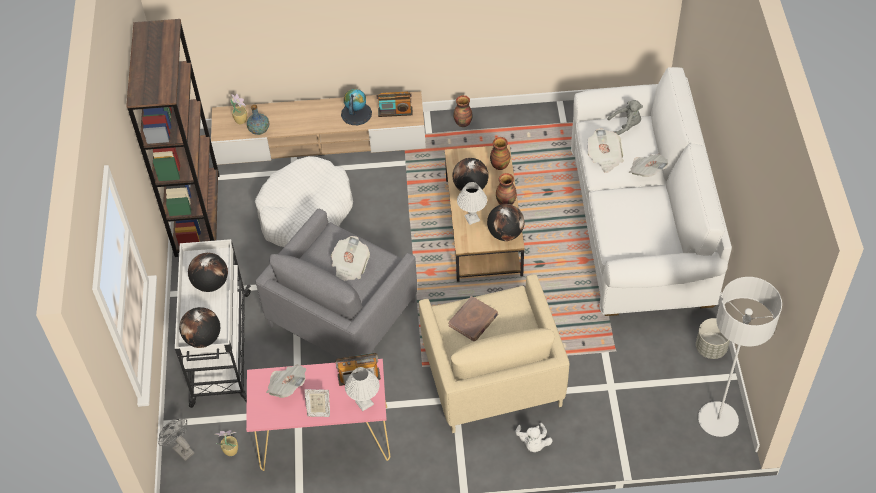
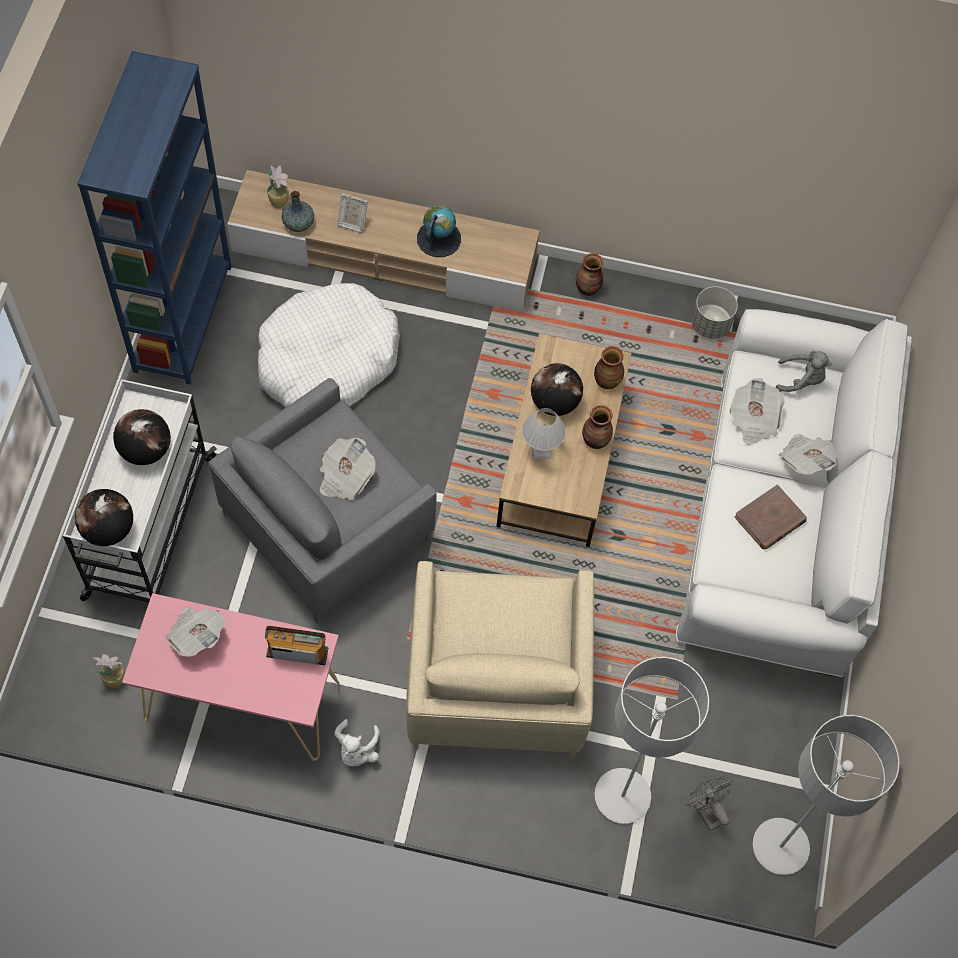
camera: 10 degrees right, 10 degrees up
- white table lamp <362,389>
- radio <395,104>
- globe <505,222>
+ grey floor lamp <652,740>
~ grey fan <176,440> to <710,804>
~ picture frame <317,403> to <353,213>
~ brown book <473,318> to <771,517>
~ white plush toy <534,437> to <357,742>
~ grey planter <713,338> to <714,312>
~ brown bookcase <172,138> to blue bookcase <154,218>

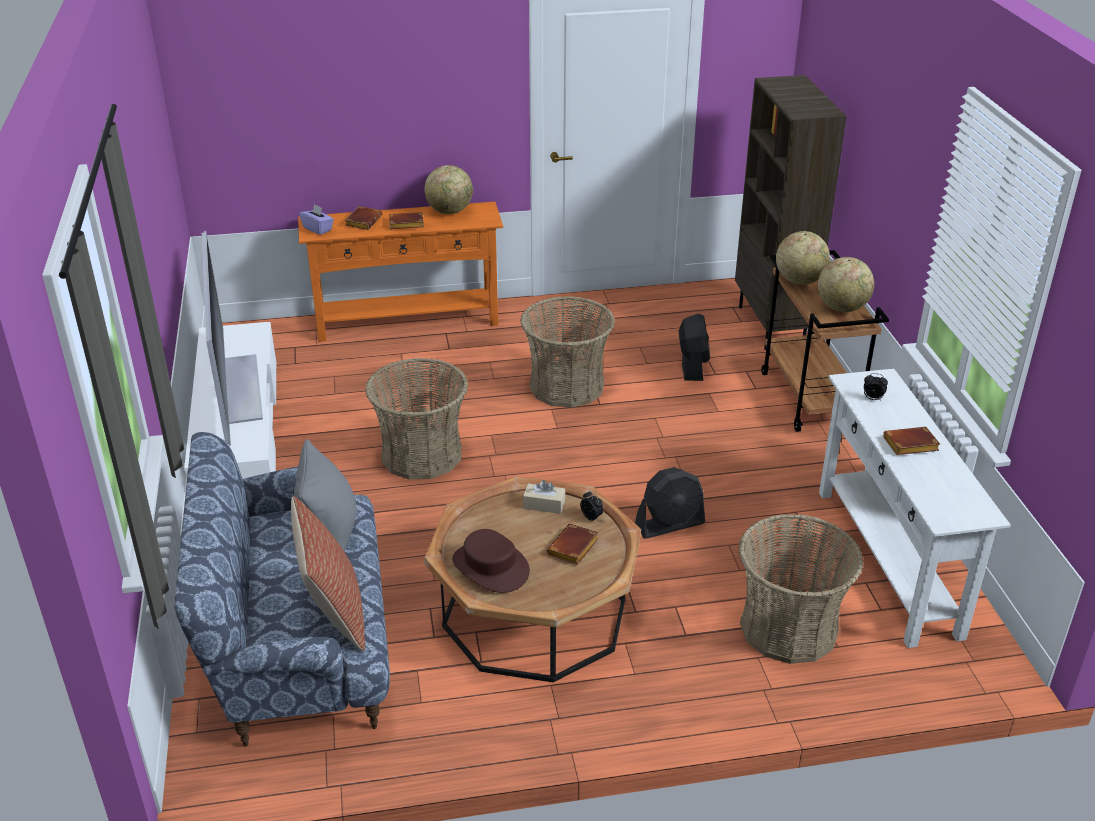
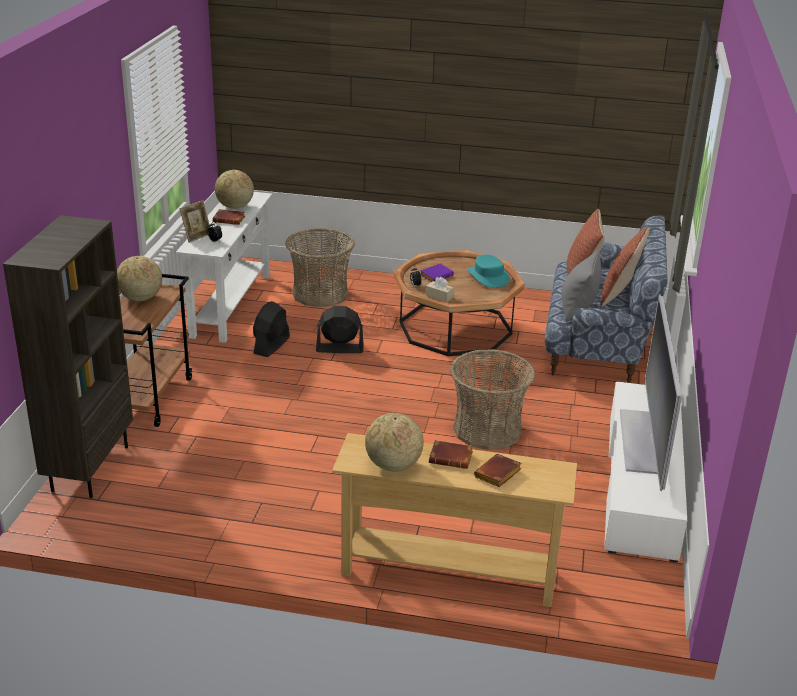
camera: 160 degrees left, 5 degrees down
- purple tissue box <316,219>
- basket <567,352>
+ picture frame <194,221>
+ pillow <625,266>
~ black fan <694,347> to <271,329>
~ globe <803,258> to <234,189>
~ orange console table <400,272> to beige console table <454,520>
~ brown hat <491,561> to turquoise hat <488,271>
~ brown book <572,544> to purple book <437,273>

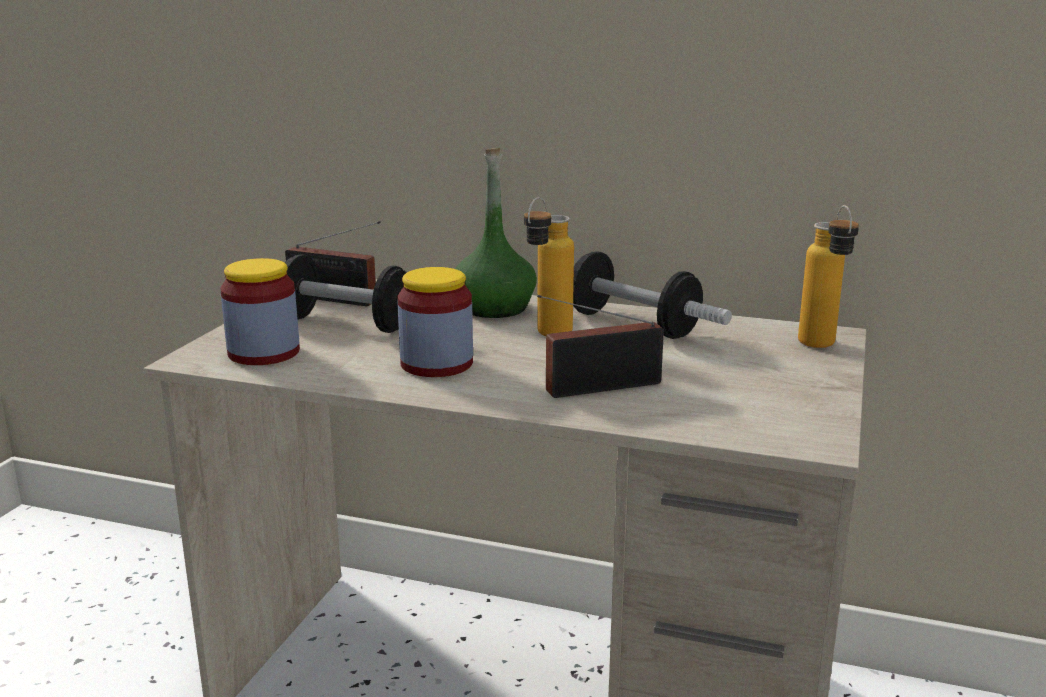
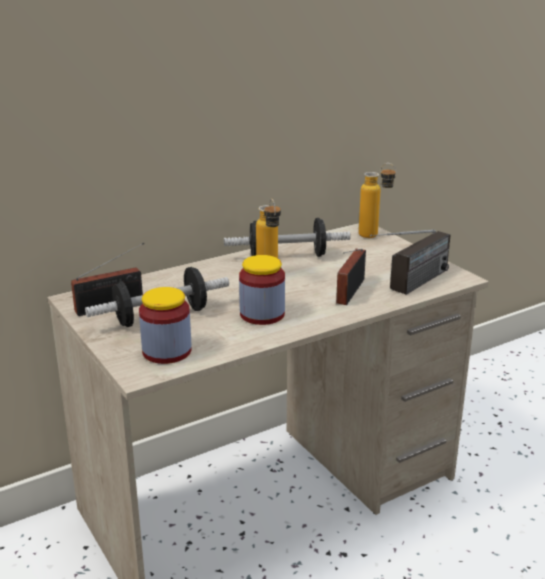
camera: 50 degrees left, 5 degrees up
- green bottle <496,233>
+ radio <410,262>

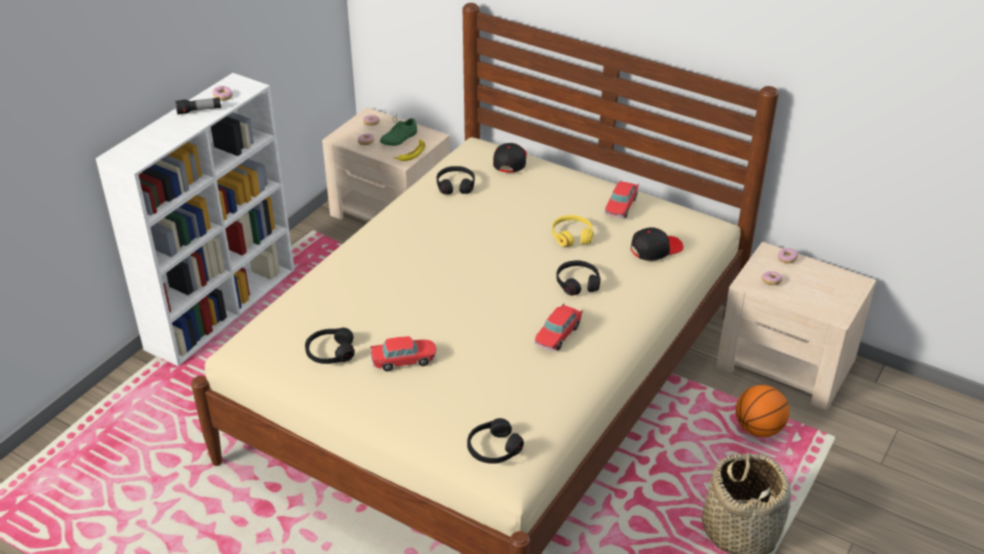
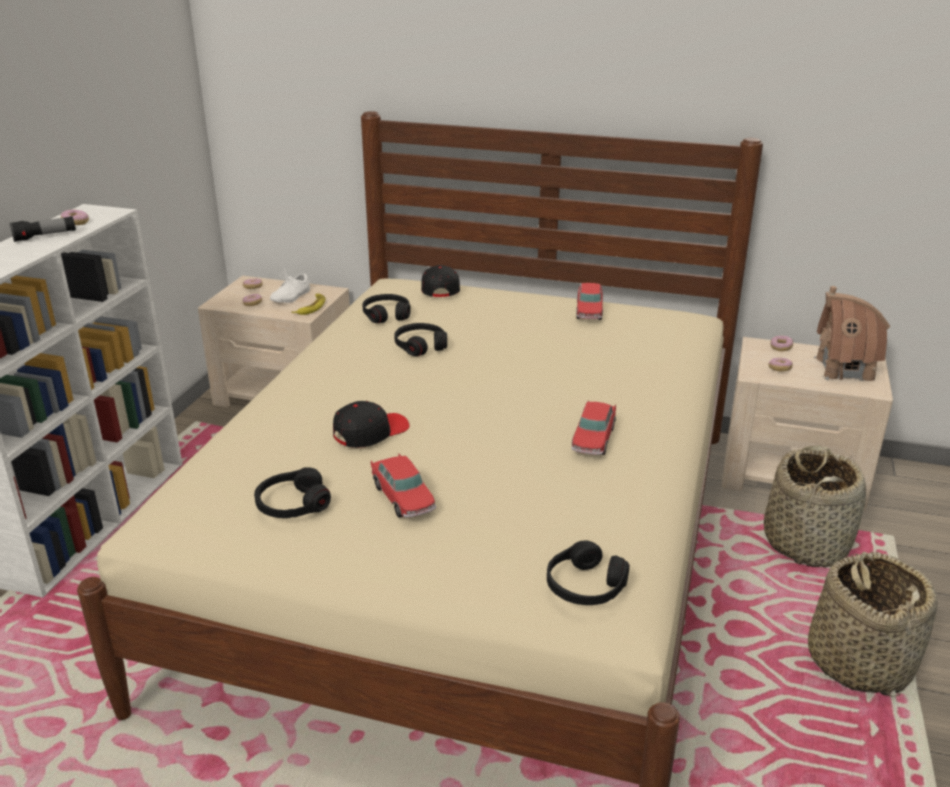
camera: 15 degrees left, 10 degrees down
- yellow headphones <572,231>
+ toy house <852,333>
~ black headphones <578,278> to <420,339>
~ black cap <657,244> to <371,424>
~ basketball <762,411> to basket <815,506>
~ green shoe <398,130> to white shoe <290,285>
~ toy car <403,353> = <403,486> 90 degrees clockwise

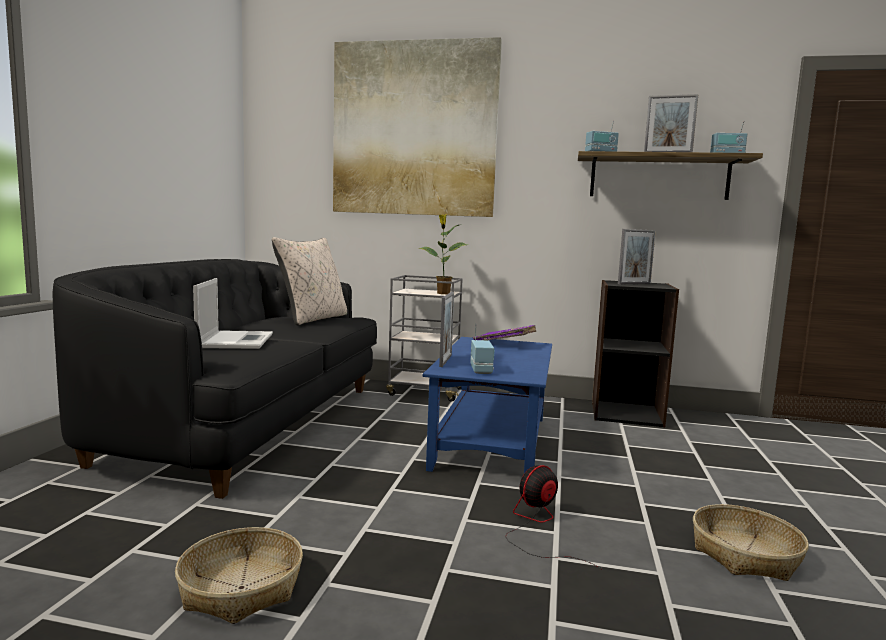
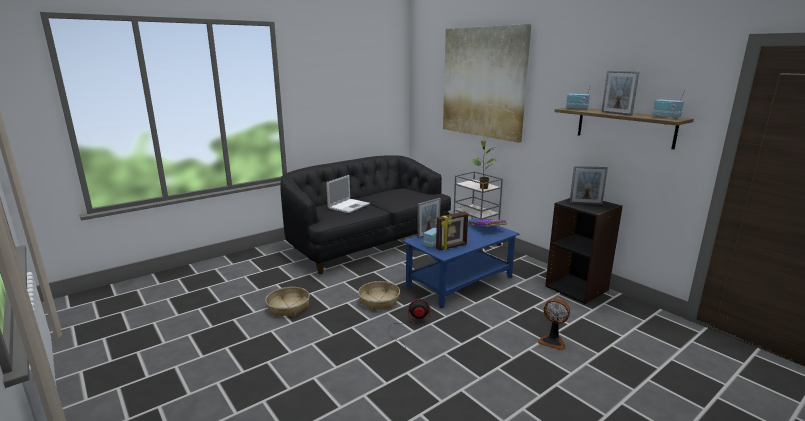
camera: 40 degrees right, 10 degrees up
- beige pillow <309,281>
+ picture frame <452,231>
+ fan <553,324>
~ basket <751,542> to <379,296>

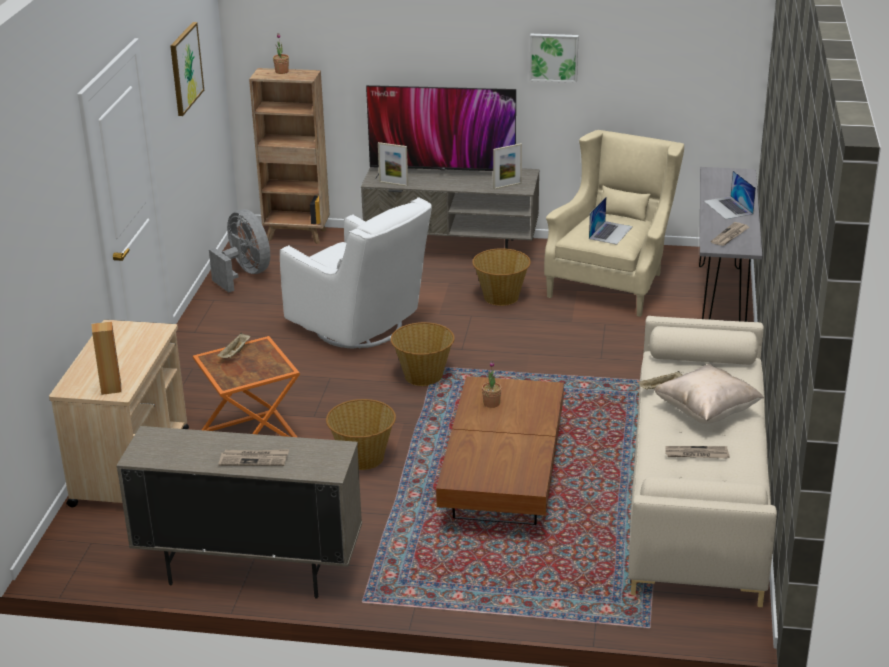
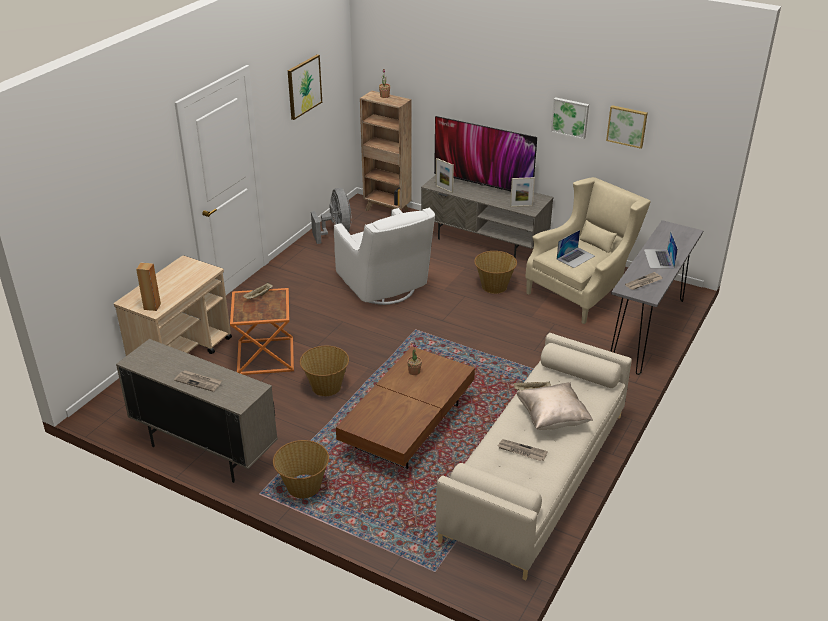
camera: 20 degrees right, 5 degrees up
+ picture <627,127>
~ basket <423,354> to <301,469>

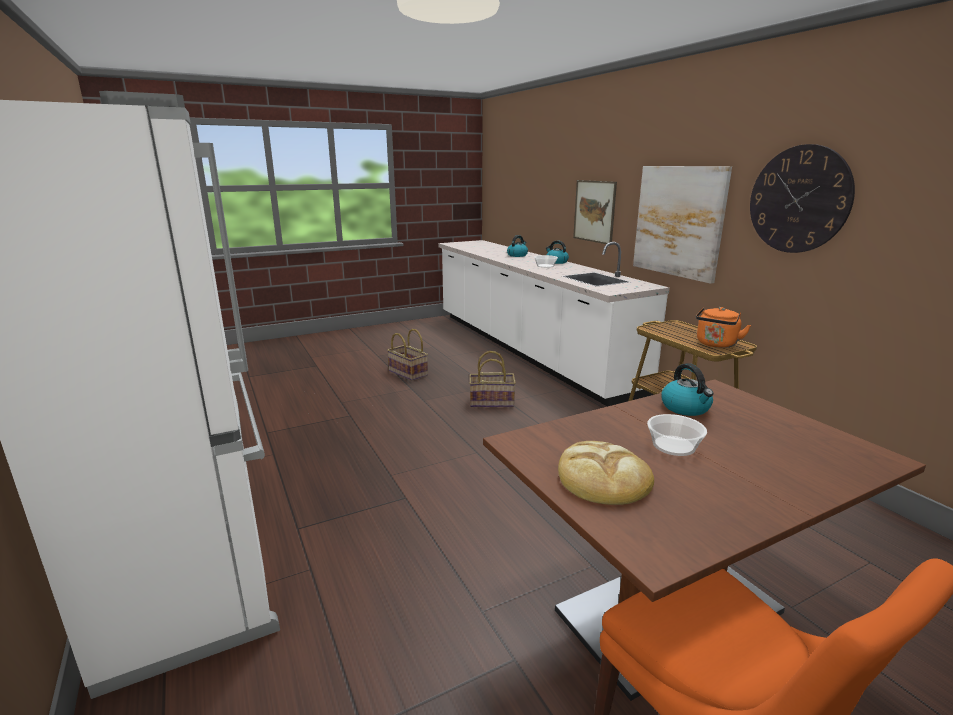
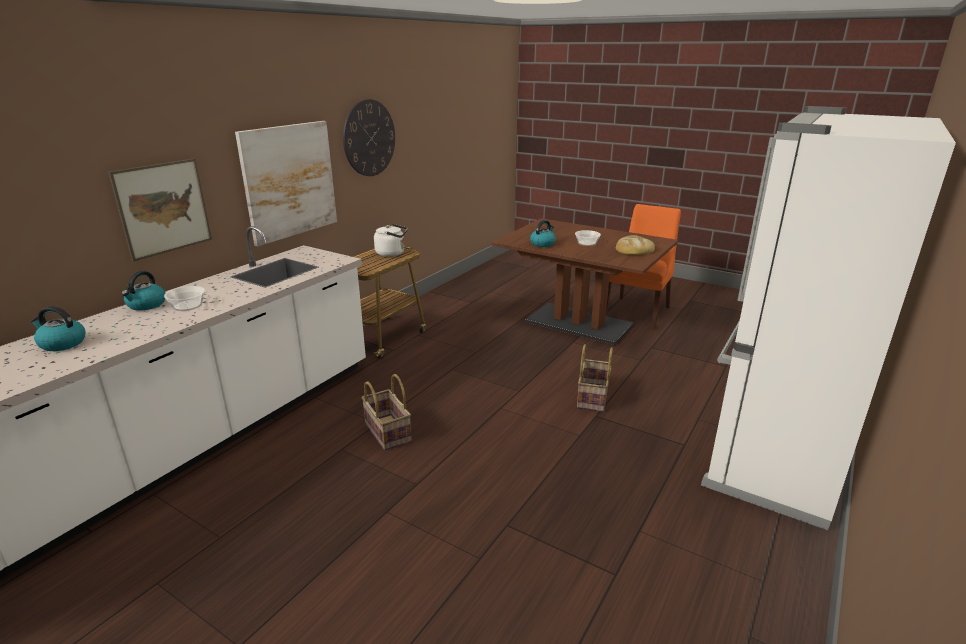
camera: 120 degrees left, 5 degrees up
~ basket <407,355> to <595,378>
~ orange kettle <723,327> to white kettle <391,240>

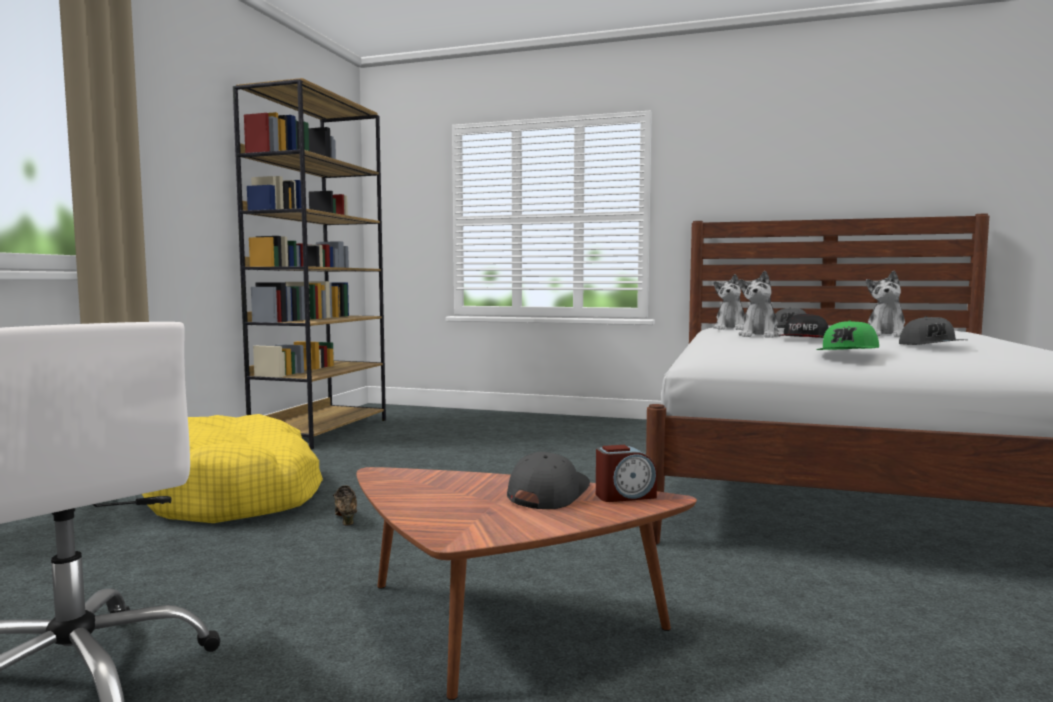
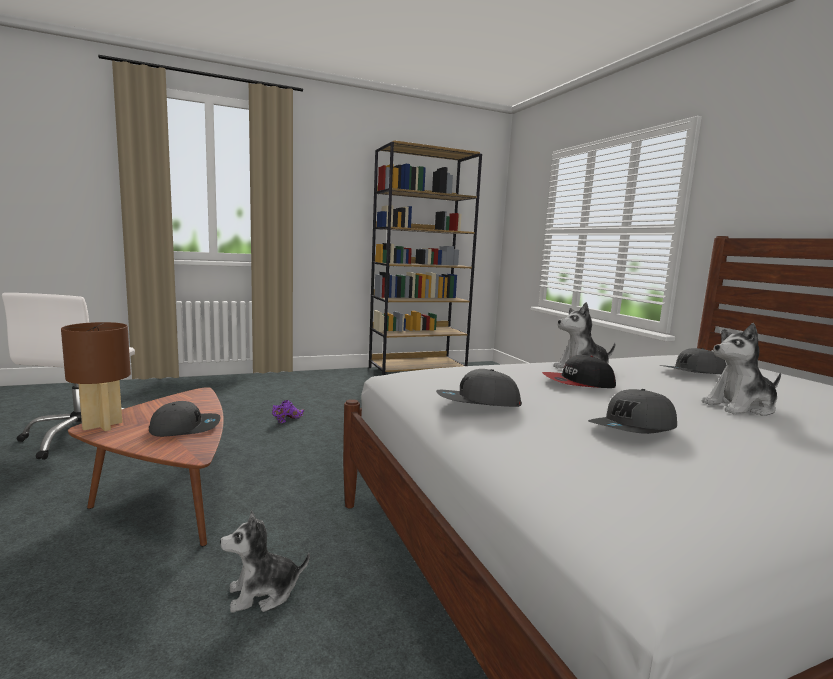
camera: 50 degrees right, 5 degrees up
- yellow dog bed <232,468>
- alarm clock <626,473>
+ brown table lamp <96,376>
~ plush toy <729,302> to <265,562>
~ brown shoe <345,505> to purple shoe <288,411>
~ green cap <847,335> to grey cap <479,388>

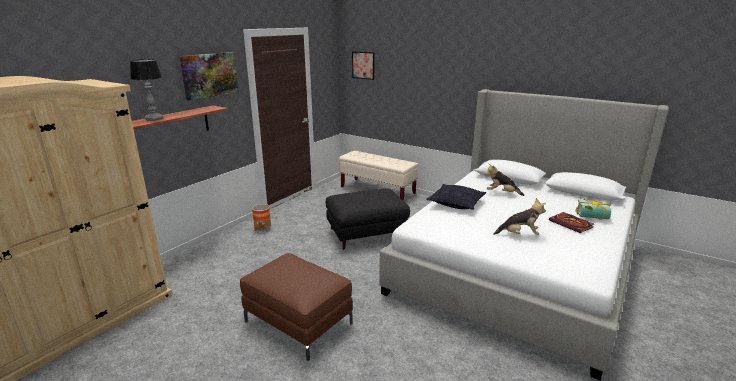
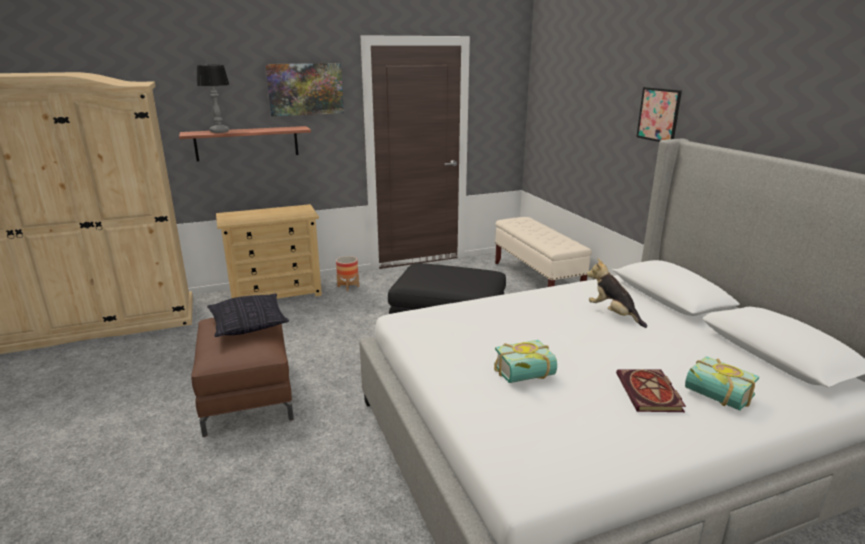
camera: 35 degrees right, 0 degrees up
+ beige dresser <269,251>
~ picture <363,65> to <659,114>
~ pillow <456,197> to <248,315>
~ plush toy <519,216> to book <525,361>

